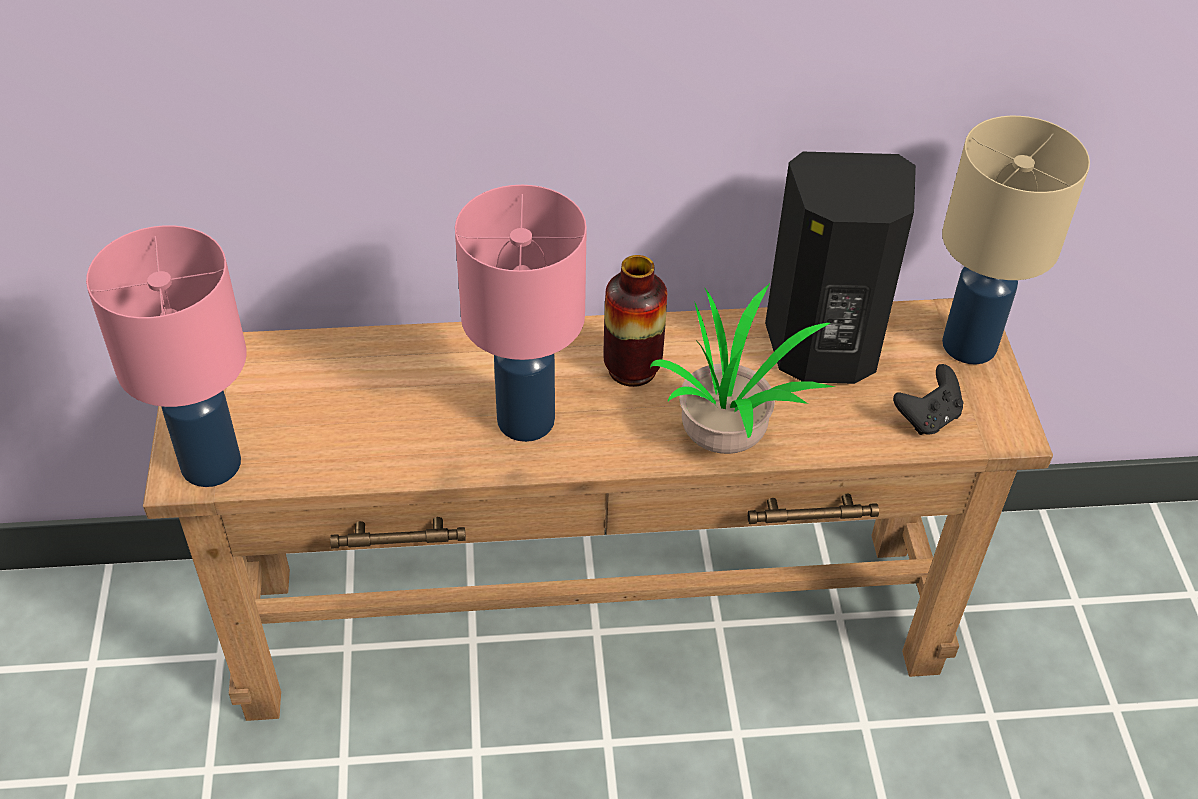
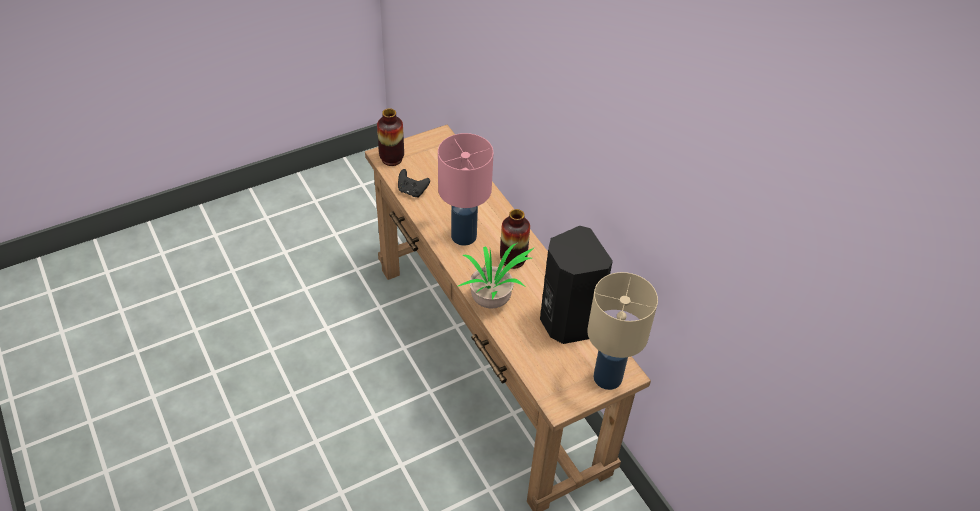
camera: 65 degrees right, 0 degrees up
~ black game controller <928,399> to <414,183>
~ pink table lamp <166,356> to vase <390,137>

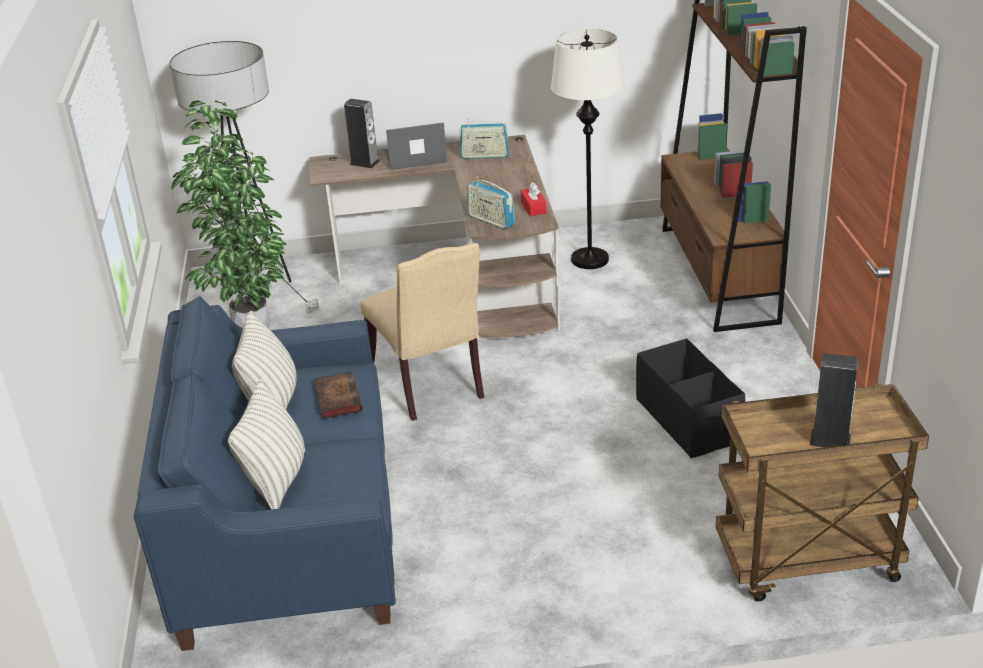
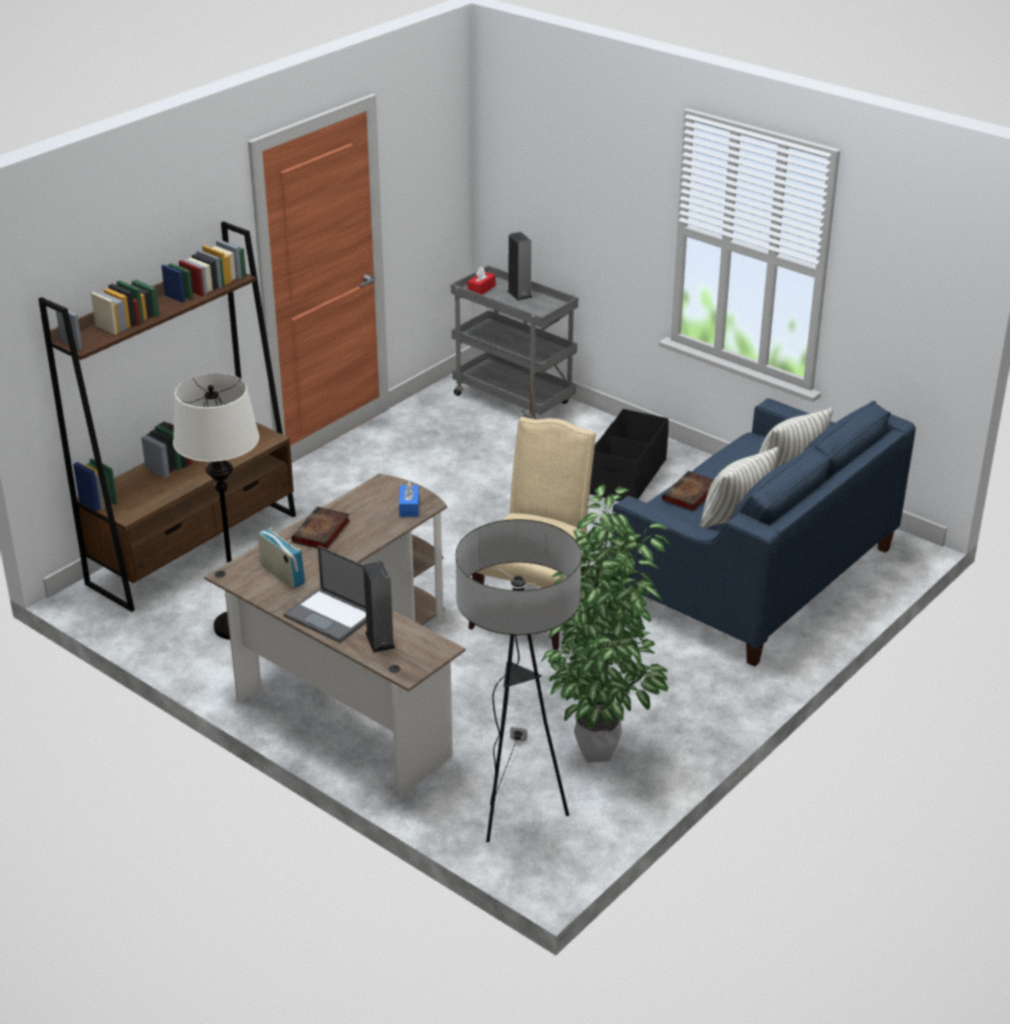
camera: 135 degrees left, 0 degrees up
+ book <321,528>
~ red tissue box <533,199> to <481,281>
~ black storage box <690,398> to <629,455>
~ radio <491,203> to blue tissue box <409,499>
~ brown cart <822,492> to grey cart <514,342>

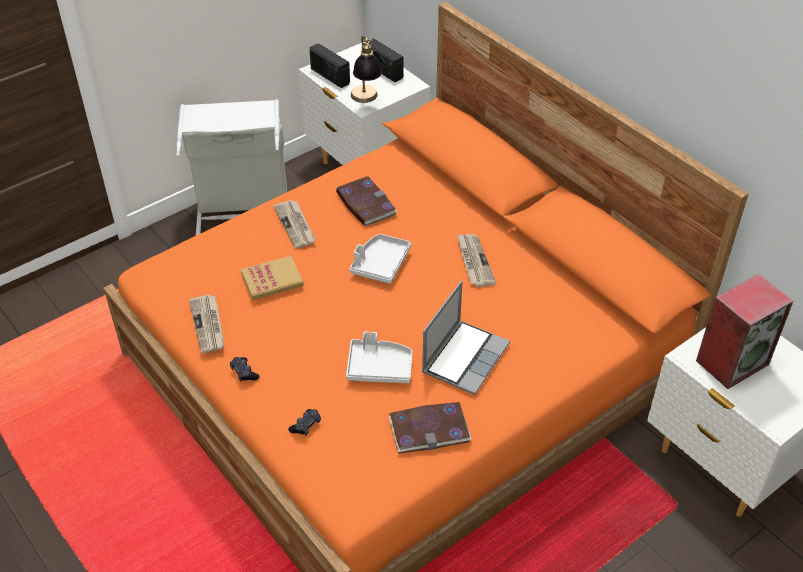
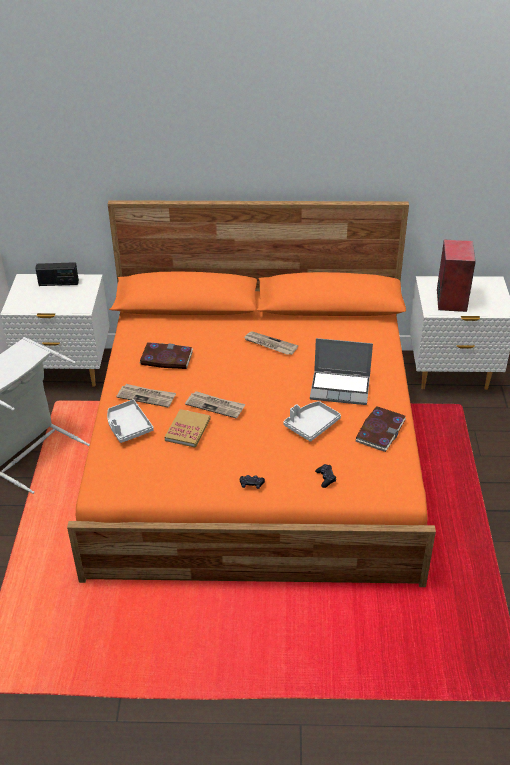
camera: 50 degrees left, 5 degrees down
- radio <330,65>
- table lamp <366,69>
~ newspaper <207,324> to <215,405>
~ grey tray <380,259> to <130,421>
~ laptop <466,338> = <341,371> 120 degrees clockwise

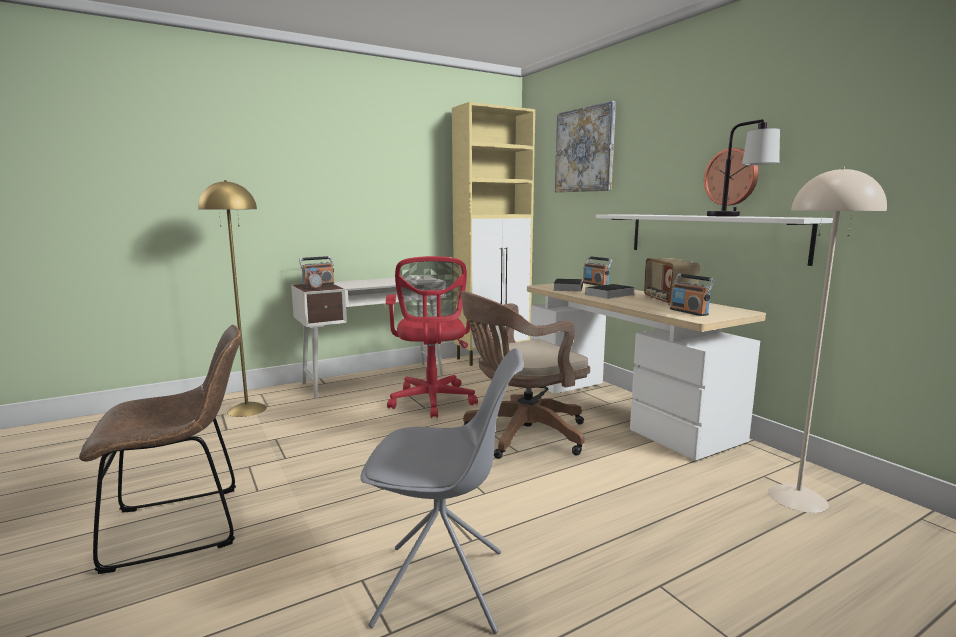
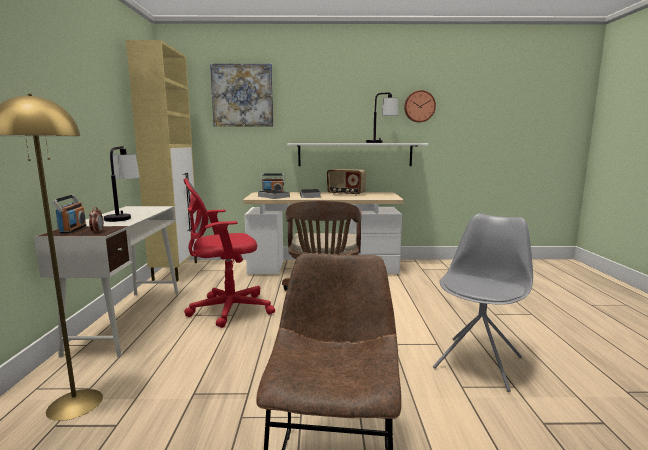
camera: 60 degrees left, 0 degrees up
- radio <692,294>
- beige floor lamp <827,340>
+ table lamp <122,184>
~ wall clock <731,176> to <420,106>
~ red office chair <432,337> = <229,253> 135 degrees clockwise

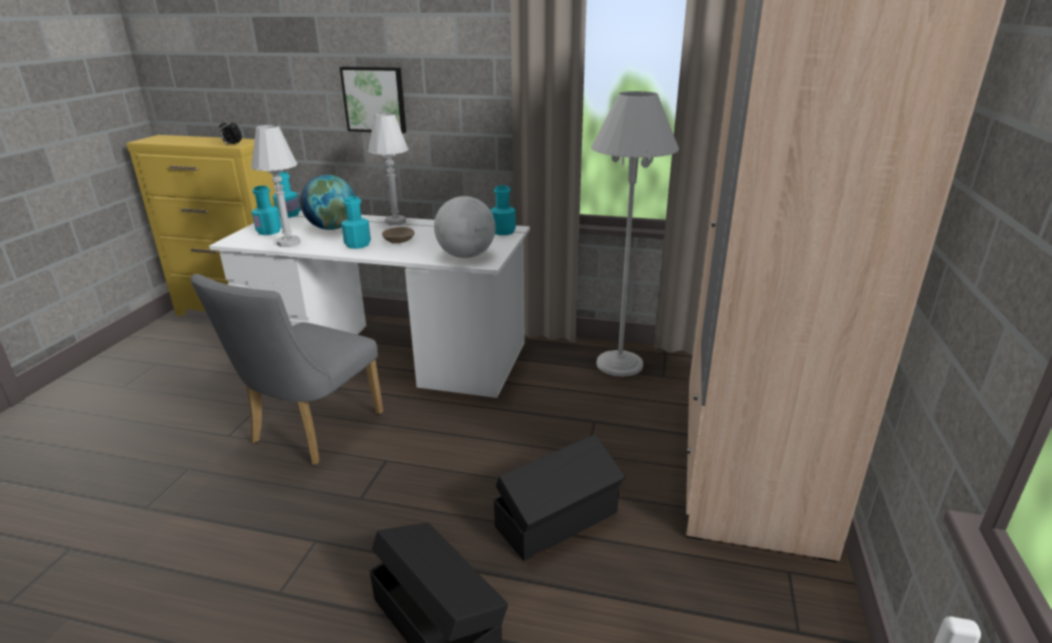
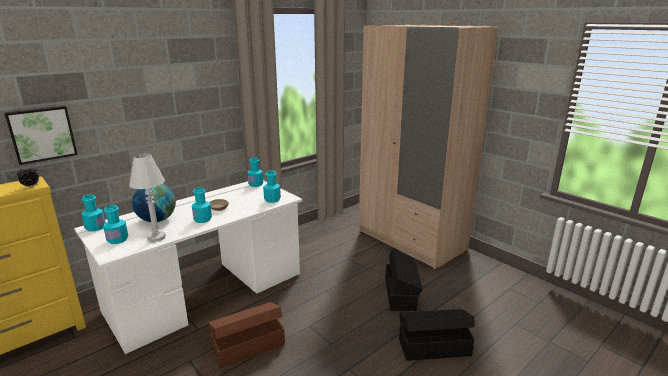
camera: 55 degrees left, 5 degrees down
- white table lamp <388,169>
- white floor lamp <635,234>
~ picture <372,100> to <41,135>
~ grey chair <287,369> to brown storage box <247,335>
~ globe <465,227> to turquoise bottle <272,187>

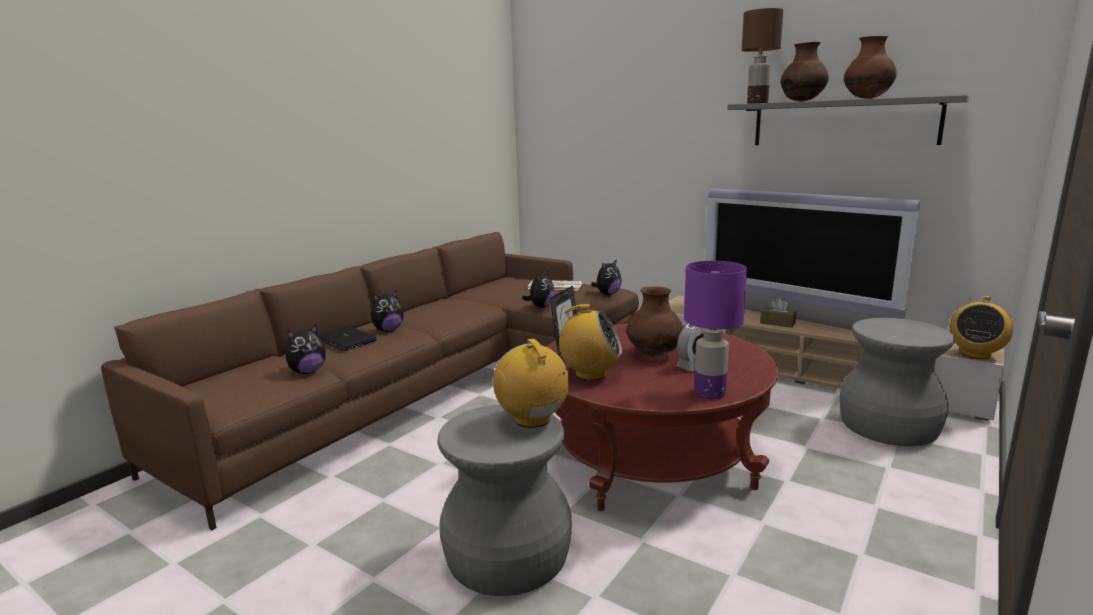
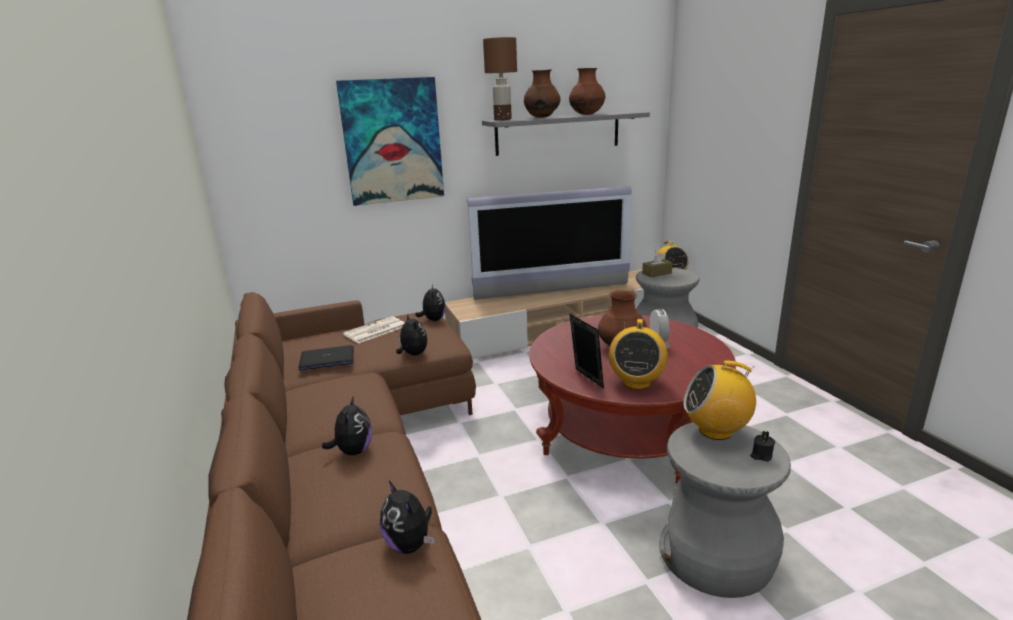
camera: 55 degrees left, 5 degrees up
- purple table lamp <715,330>
+ picture <390,141>
+ black candle <762,446>
~ laptop <347,338> to <326,358>
~ brown tissue box <778,313> to <657,264>
~ plush toy <306,349> = <407,517> 150 degrees clockwise
~ radio <588,342> = <638,354> 150 degrees clockwise

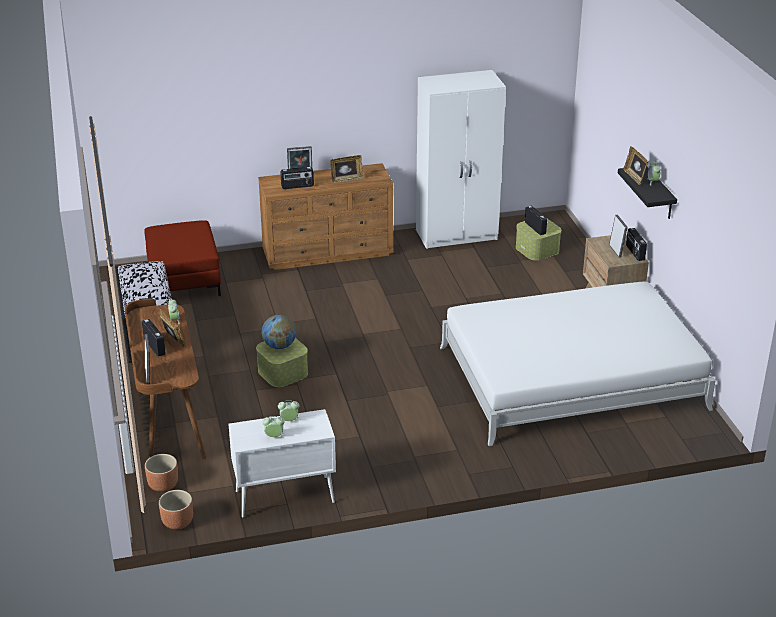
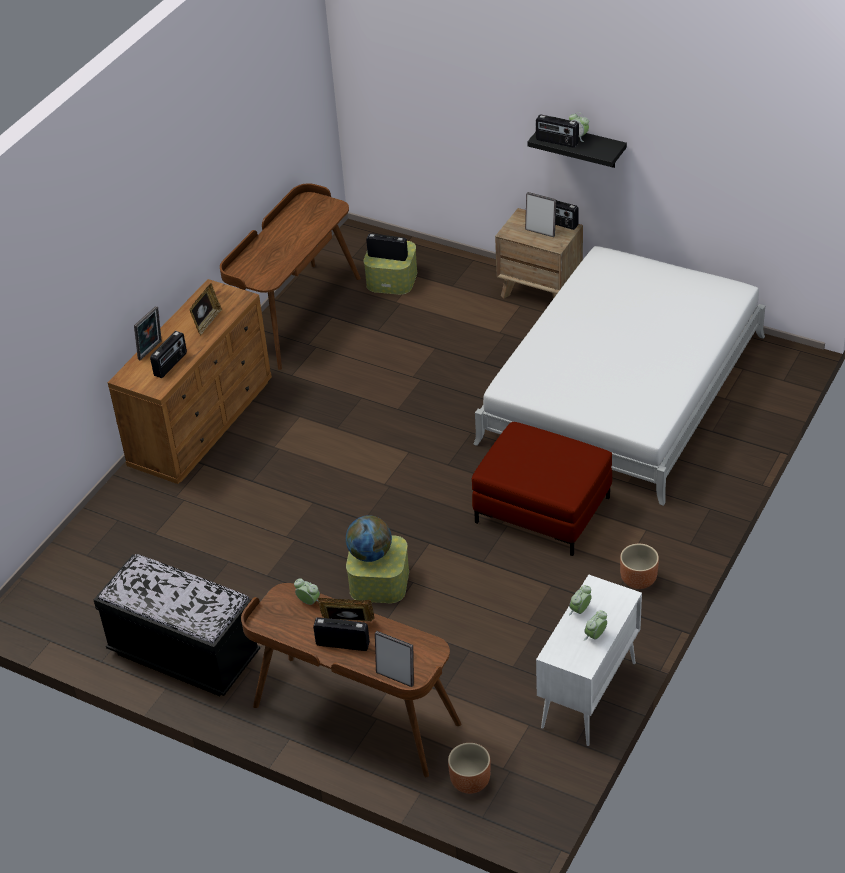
camera: 45 degrees left, 10 degrees up
~ red ottoman <182,258> to <542,489>
~ brown planter <176,509> to <639,566>
~ white wardrobe <461,159> to brown desk <290,276>
~ picture frame <635,165> to radio <557,131>

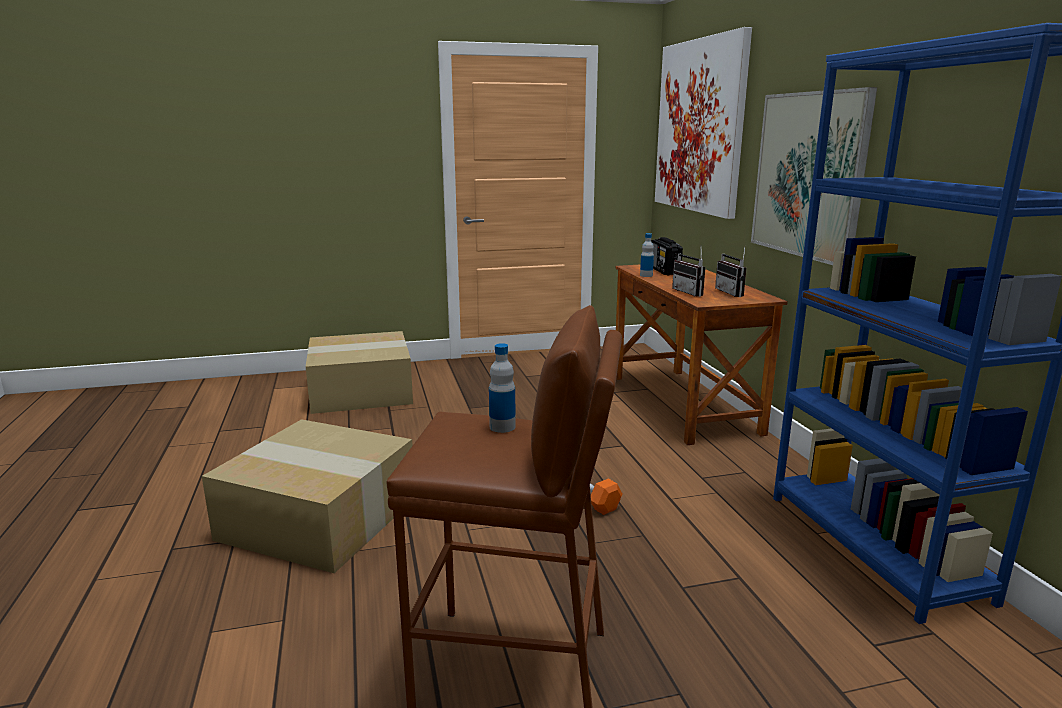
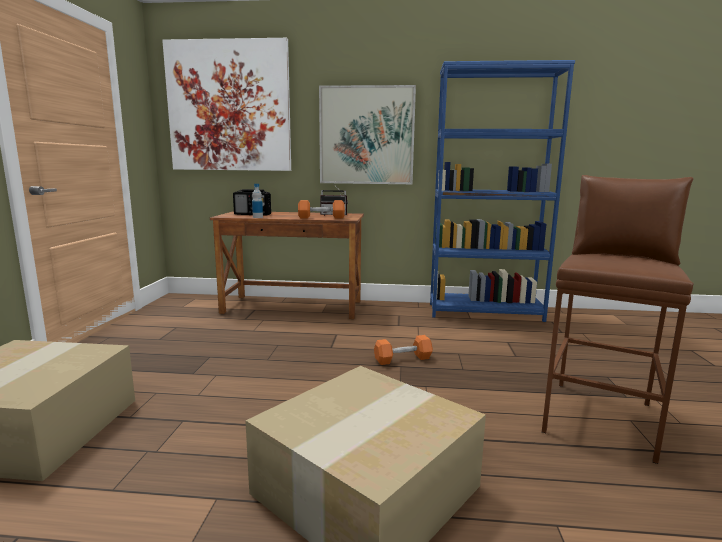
camera: 70 degrees left, 5 degrees down
- bottle <502,388>
~ radio <688,275> to orange dumbbell <321,209>

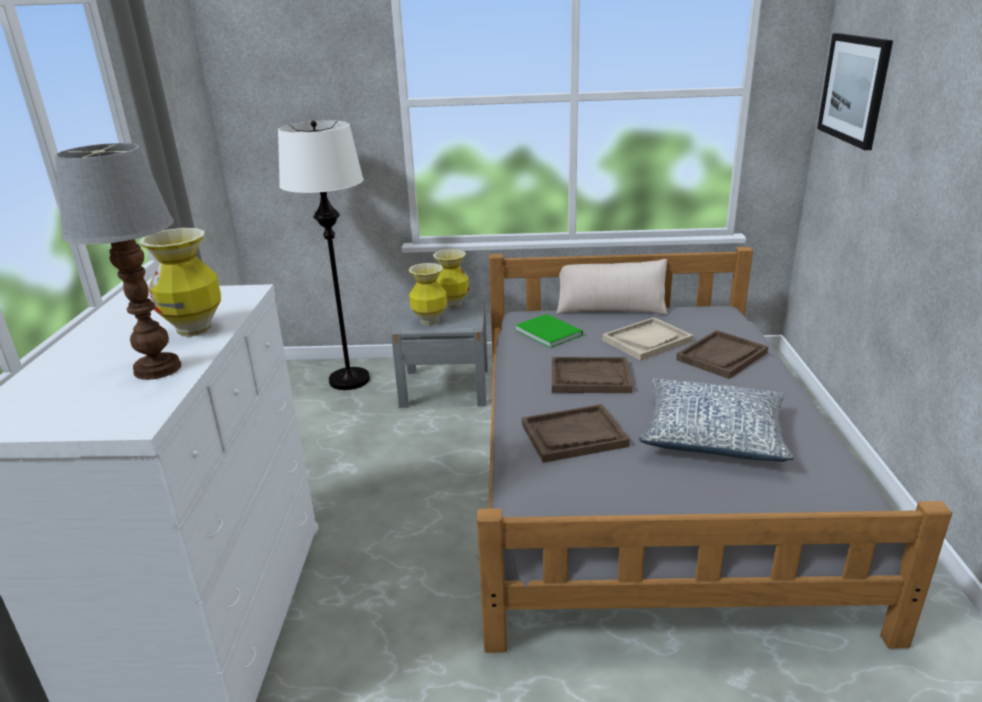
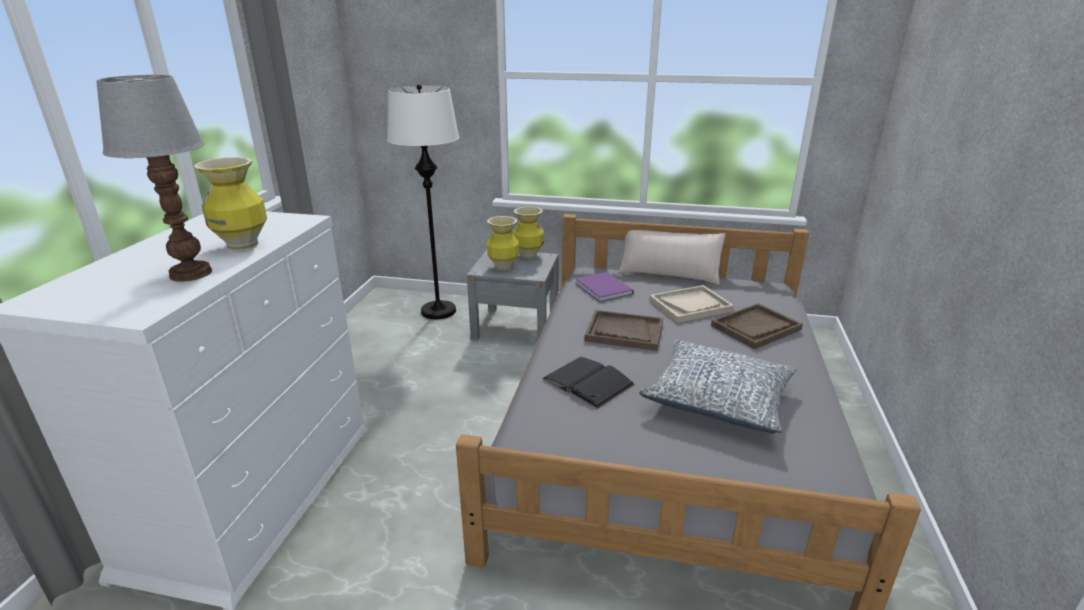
camera: 10 degrees right, 0 degrees up
- picture <855,91>
~ brown tray <576,433> to black book <588,383>
~ green book <549,331> to purple book <604,287>

